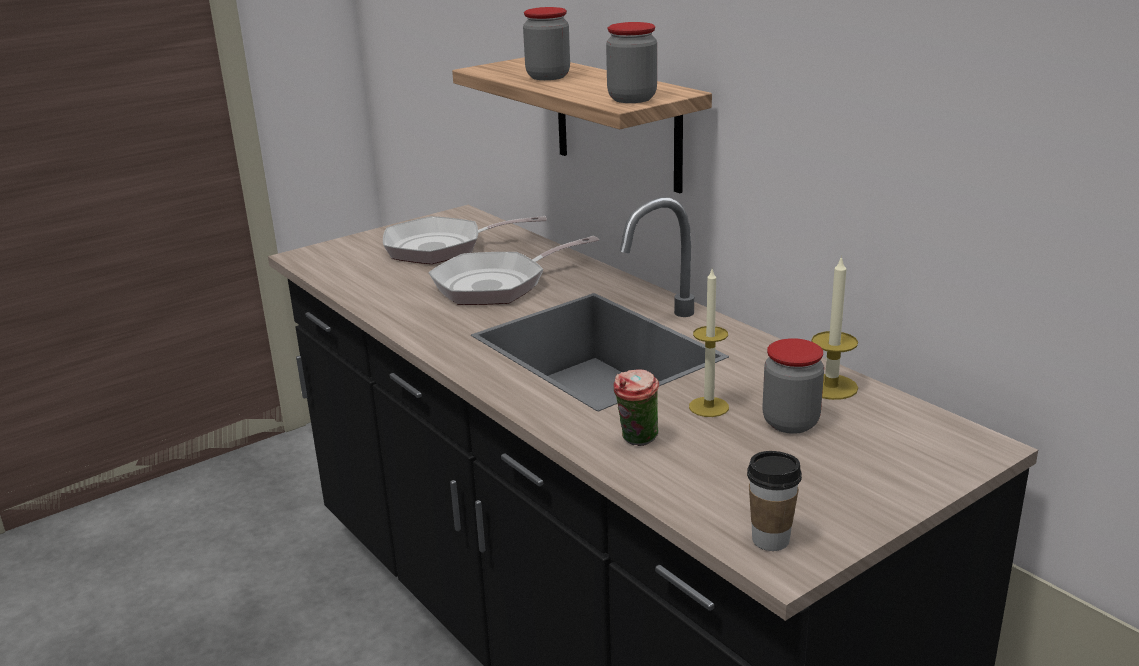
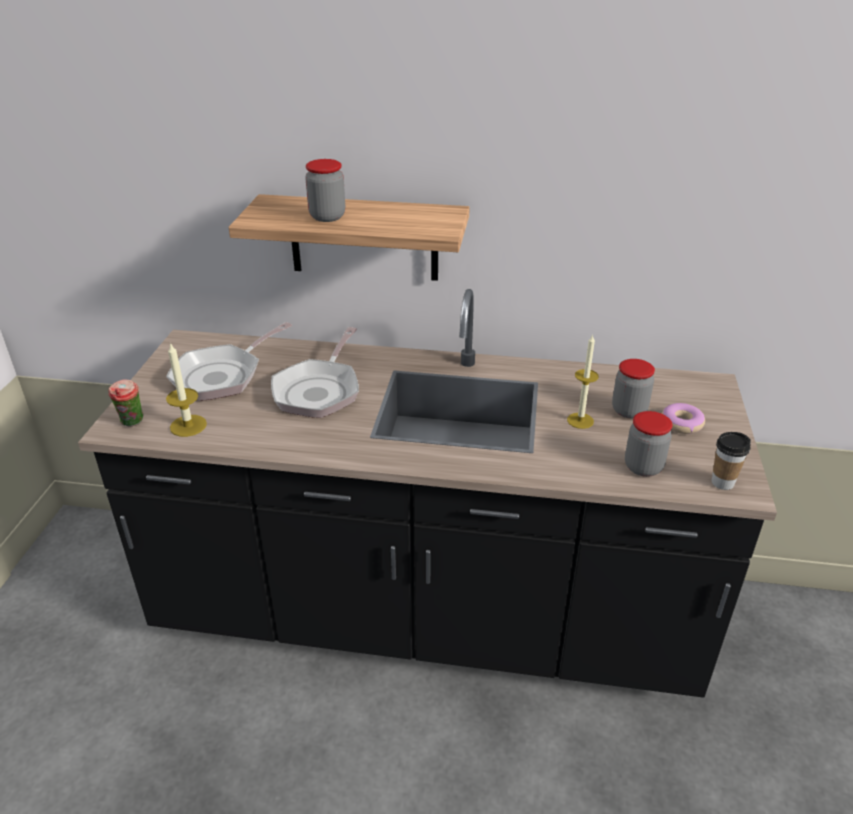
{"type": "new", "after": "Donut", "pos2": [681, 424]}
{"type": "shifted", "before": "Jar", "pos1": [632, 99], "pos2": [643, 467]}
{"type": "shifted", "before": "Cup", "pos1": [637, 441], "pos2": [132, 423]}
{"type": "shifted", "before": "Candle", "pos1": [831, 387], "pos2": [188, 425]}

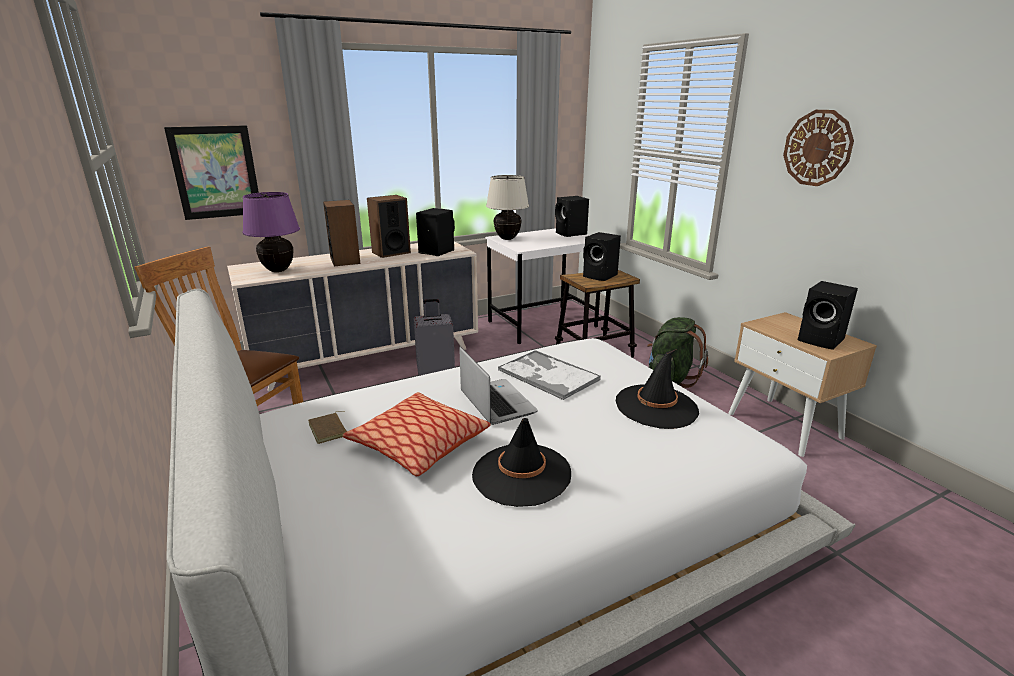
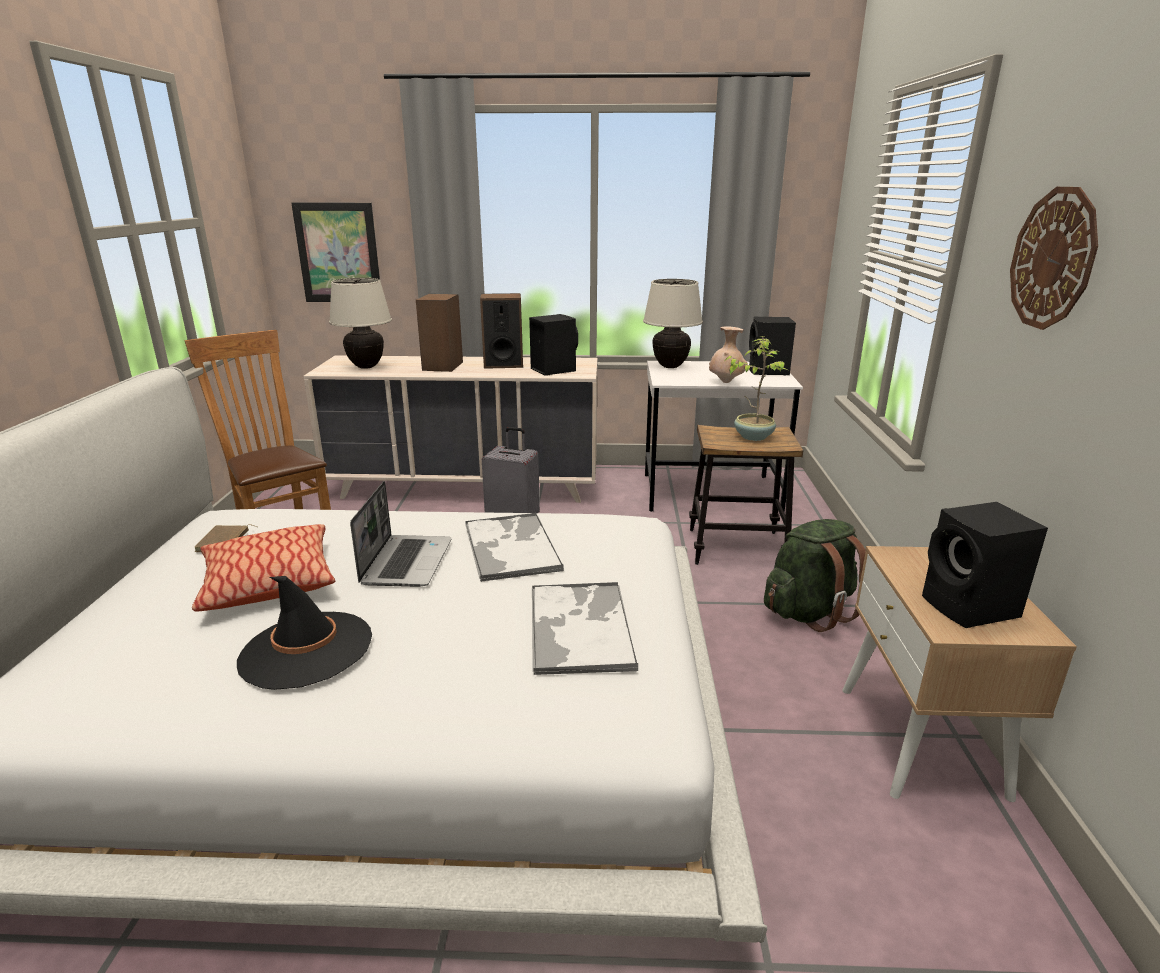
{"type": "new", "after": "BeigeVase", "pos2": [726, 382]}
{"type": "swapped", "before": "BlackSpeaker", "after": "PottedPlant", "pos1": [601, 276], "pos2": [753, 436]}
{"type": "swapped", "before": "BlackHat", "after": "Tray", "pos1": [656, 407], "pos2": [580, 627]}
{"type": "repainted", "before": "PurpleTableLamp", "after": "BeigeTableLamp", "pos1": [278, 270], "pos2": [366, 366]}

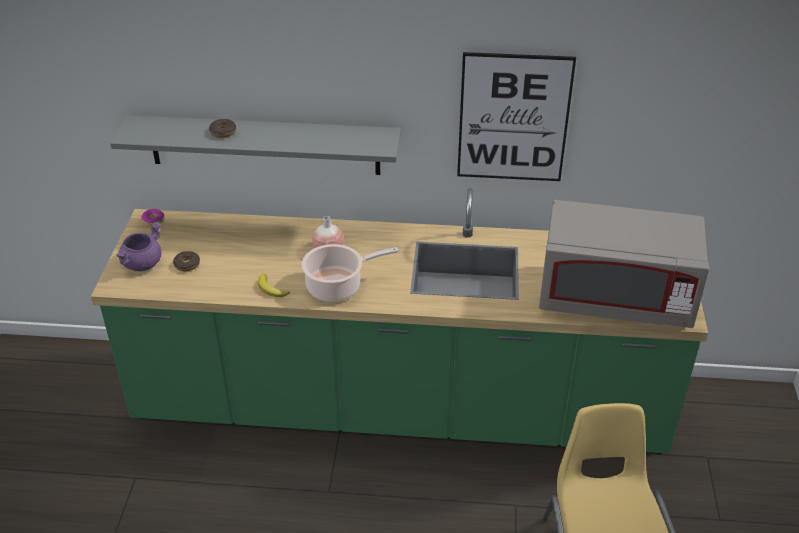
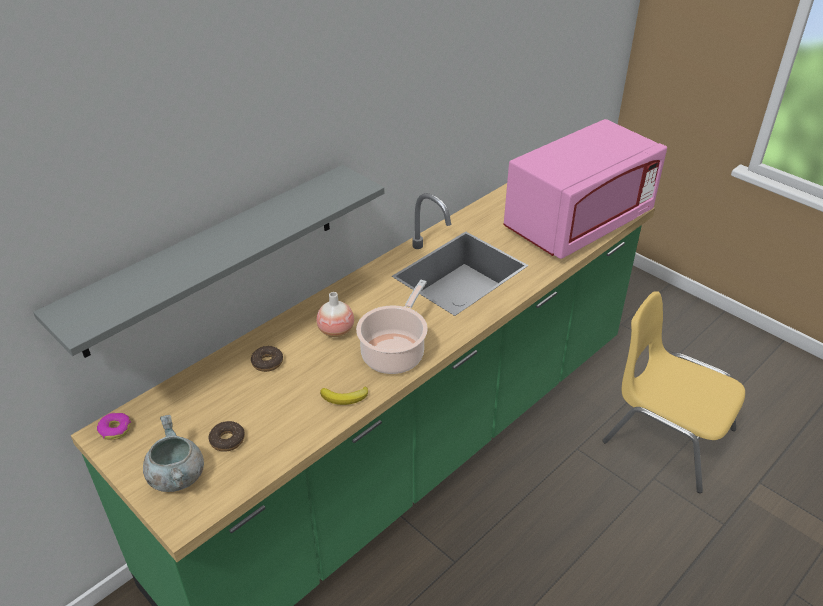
{"type": "gone", "before": "Picture", "pos1": [513, 118]}
{"type": "shifted", "before": "Donut", "pos1": [223, 132], "pos2": [267, 362]}
{"type": "repainted", "before": "PurpleCookingPot", "after": "GreyCookingPot", "pos1": [142, 263], "pos2": [176, 476]}
{"type": "repainted", "before": "GreyMicrowave", "after": "PinkMicrowave", "pos1": [615, 299], "pos2": [578, 223]}

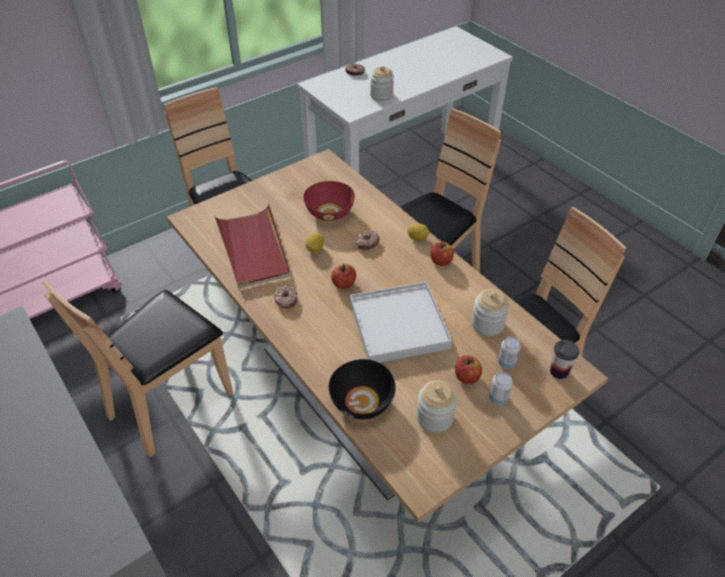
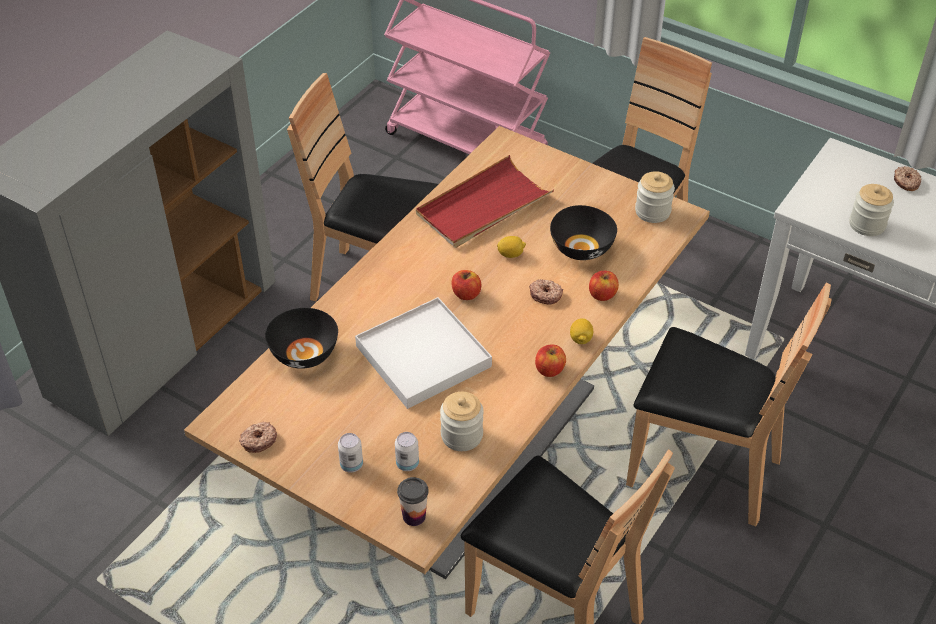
{"type": "shifted", "before": "Donut", "pos1": [285, 300], "pos2": [258, 440]}
{"type": "shifted", "before": "Jar", "pos1": [434, 417], "pos2": [652, 211]}
{"type": "shifted", "before": "Apple", "pos1": [466, 377], "pos2": [602, 295]}
{"type": "repainted", "before": "RedBowl", "after": "BlackBowl", "pos1": [330, 212], "pos2": [582, 248]}

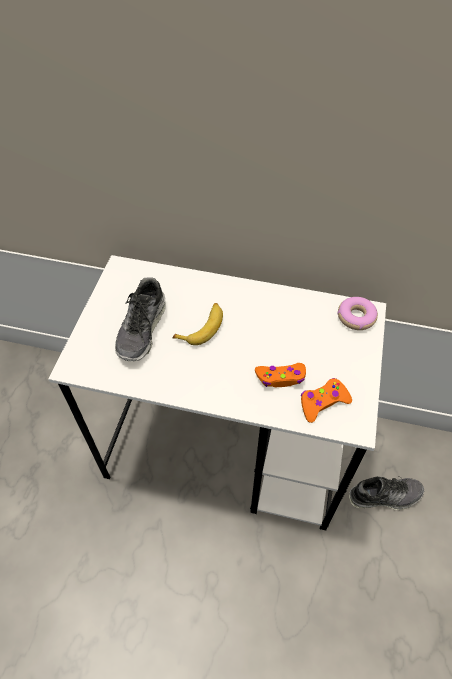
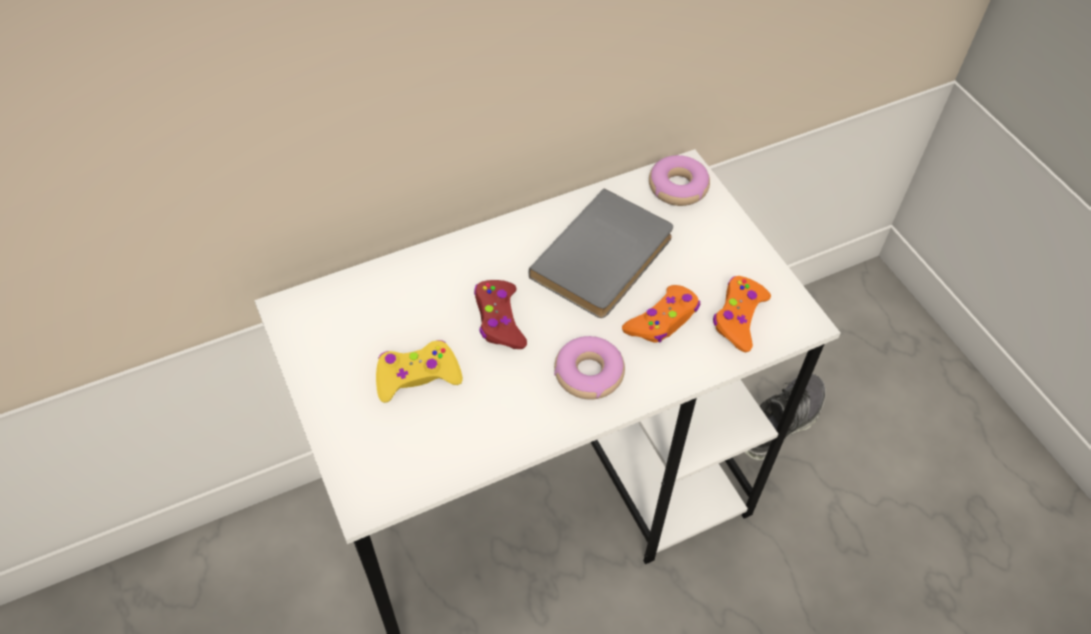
{"type": "new", "after": "GreyBook", "pos2": [606, 259]}
{"type": "new", "after": "Donut", "pos2": [589, 373]}
{"type": "swapped", "before": "Shoe", "after": "YellowGameController", "pos1": [142, 329], "pos2": [417, 376]}
{"type": "swapped", "before": "Banana", "after": "RedGameController", "pos1": [202, 327], "pos2": [499, 320]}

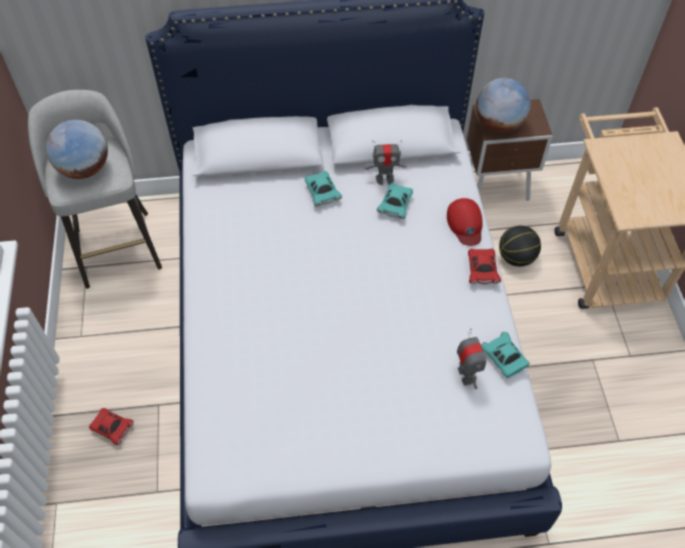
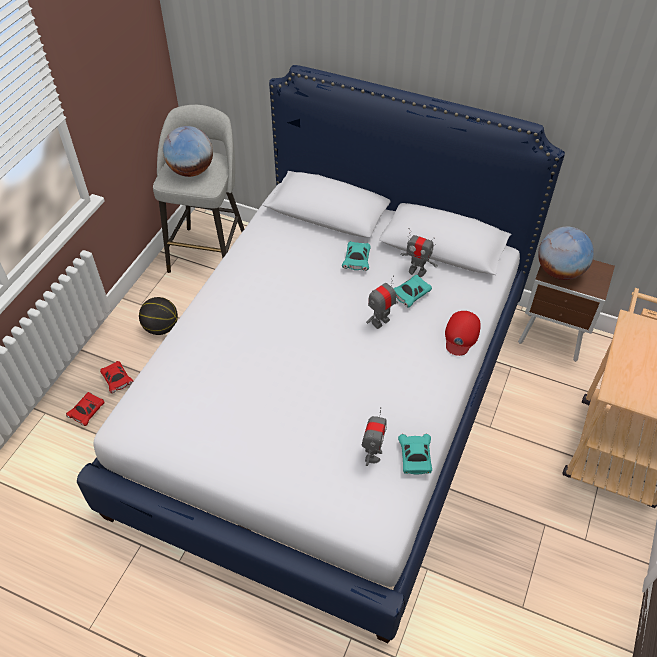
{"type": "new", "after": "ToyRobot", "pos2": [380, 321]}
{"type": "shifted", "before": "RedToyCar", "pos1": [482, 271], "pos2": [87, 412]}
{"type": "shifted", "before": "Basketball", "pos1": [516, 257], "pos2": [161, 327]}

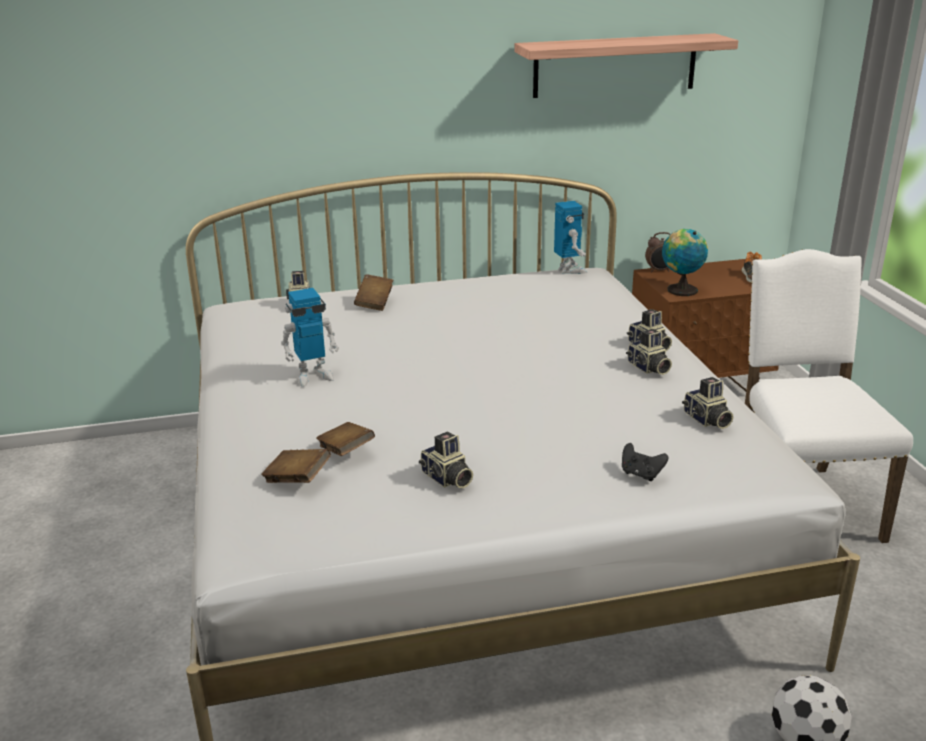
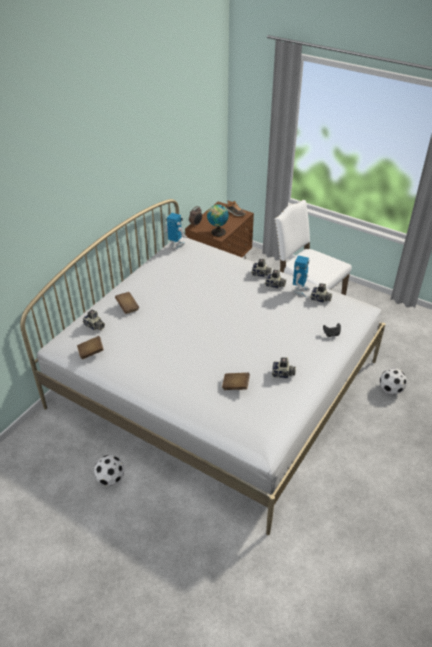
{"type": "gone", "before": "Shelf", "pos1": [615, 65]}
{"type": "new", "after": "Football", "pos2": [110, 478]}
{"type": "shifted", "before": "BrownBook", "pos1": [297, 479], "pos2": [91, 352]}
{"type": "shifted", "before": "ToyRobot", "pos1": [313, 376], "pos2": [300, 291]}

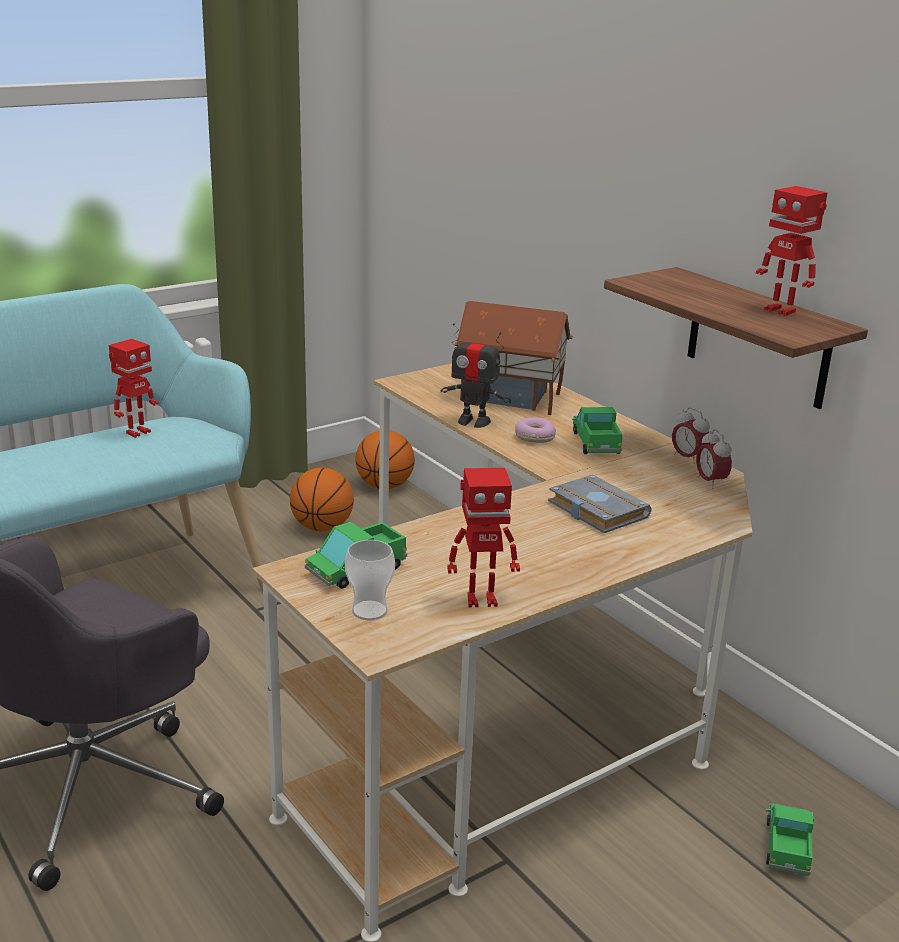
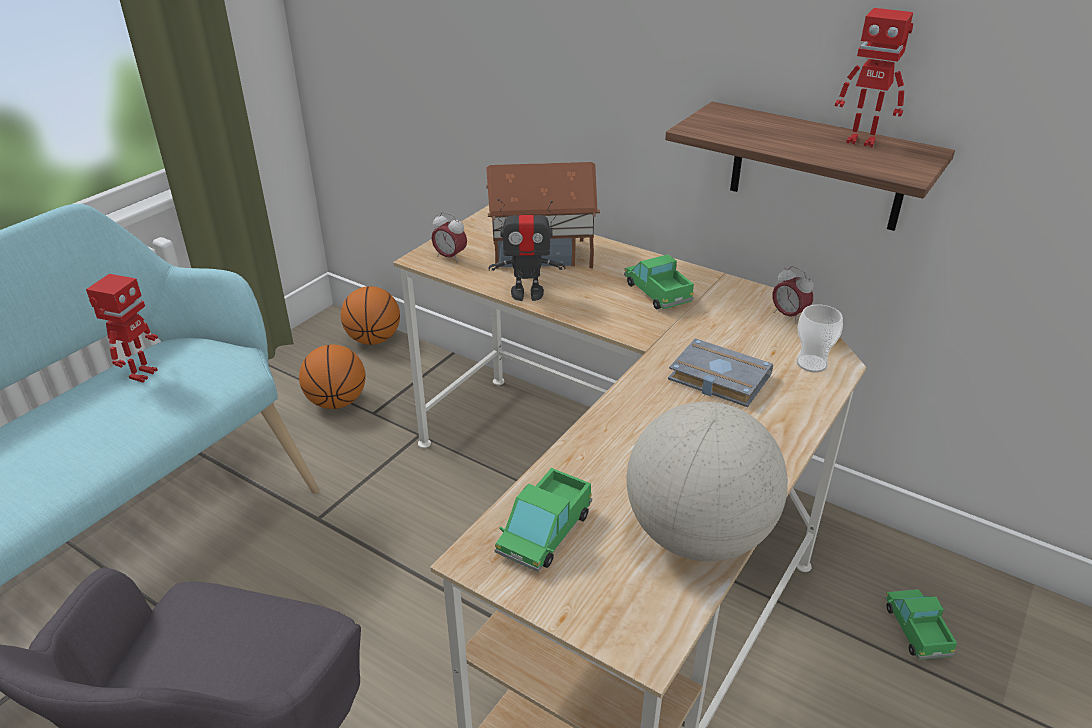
{"type": "gone", "before": "Donut", "pos1": [534, 437]}
{"type": "shifted", "before": "Cup", "pos1": [369, 611], "pos2": [811, 364]}
{"type": "shifted", "before": "AlarmClock", "pos1": [687, 458], "pos2": [450, 257]}
{"type": "swapped", "before": "ToyRobot", "after": "Globe", "pos1": [481, 599], "pos2": [697, 535]}

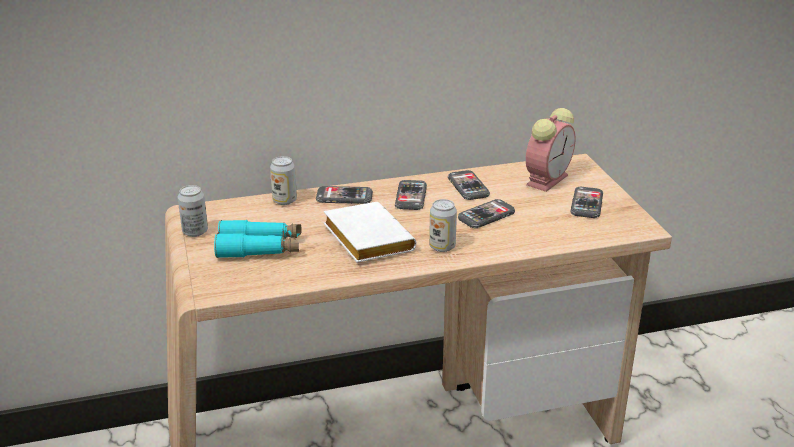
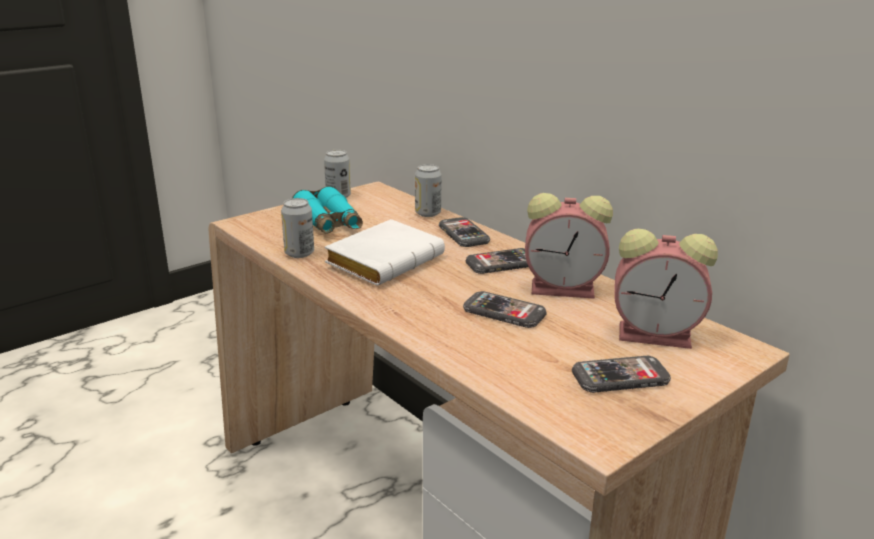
{"type": "shifted", "before": "Can", "pos1": [442, 247], "pos2": [299, 253]}
{"type": "swapped", "before": "Phone", "after": "AlarmClock", "pos1": [468, 187], "pos2": [565, 289]}

